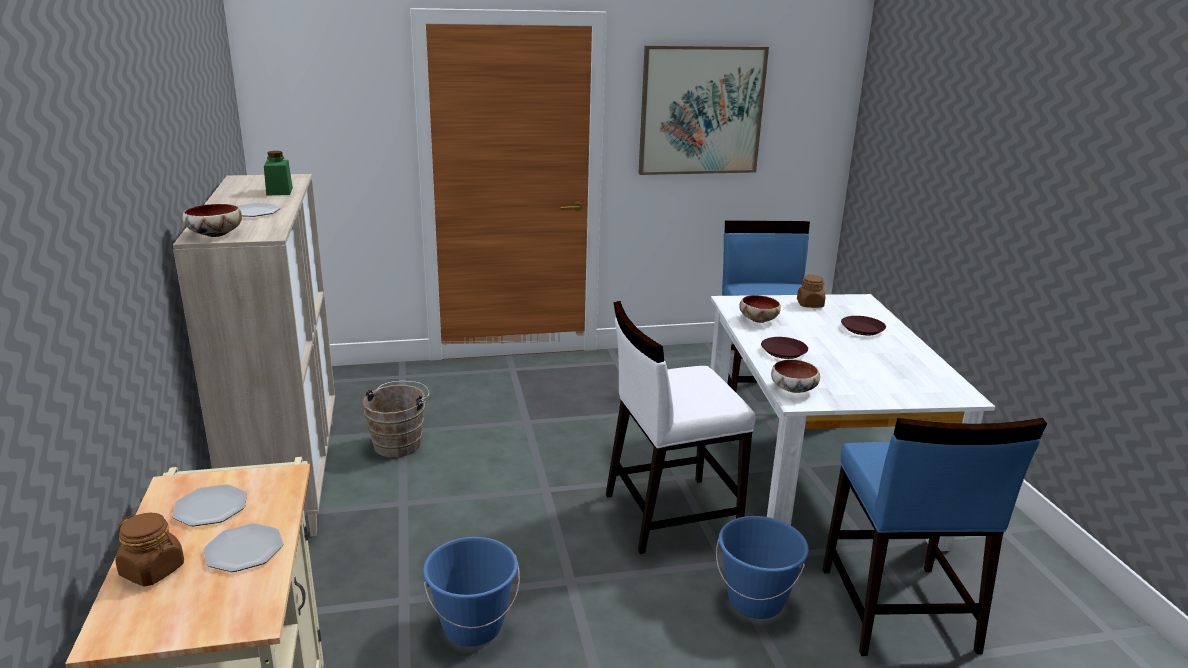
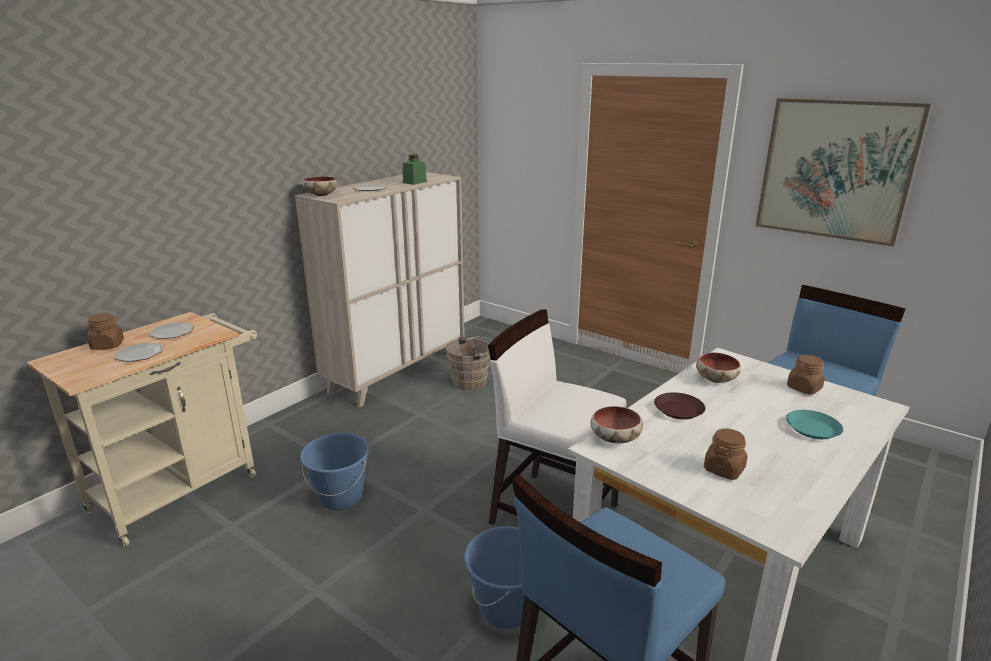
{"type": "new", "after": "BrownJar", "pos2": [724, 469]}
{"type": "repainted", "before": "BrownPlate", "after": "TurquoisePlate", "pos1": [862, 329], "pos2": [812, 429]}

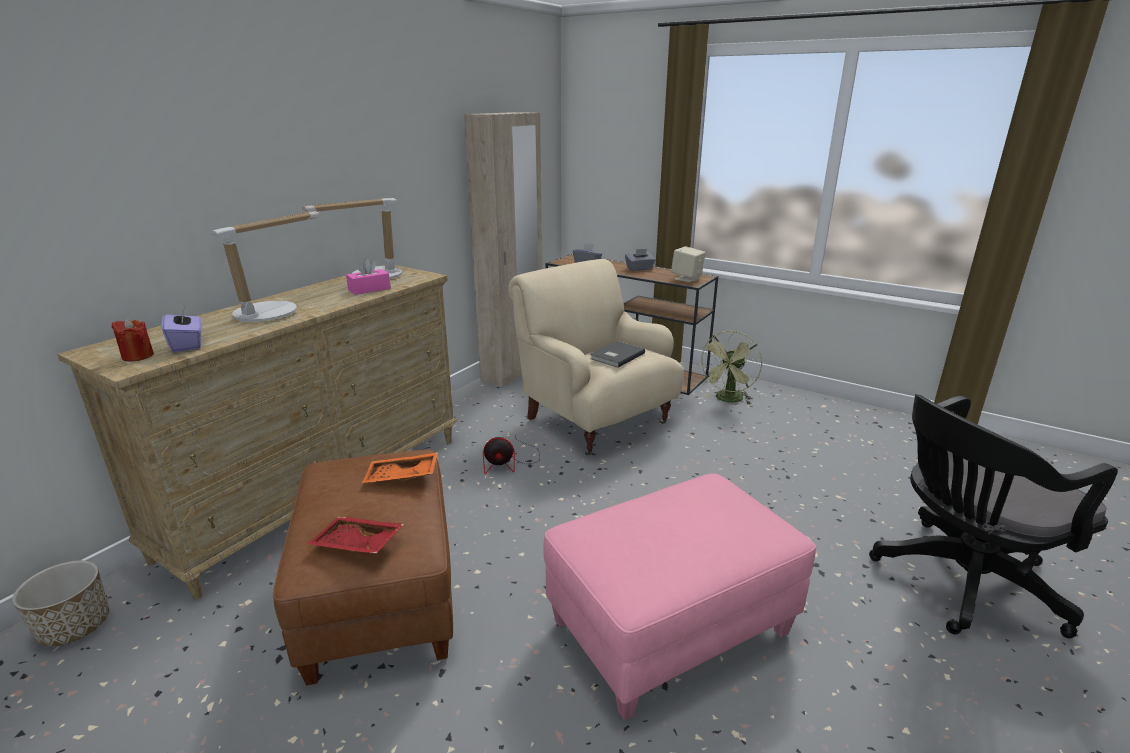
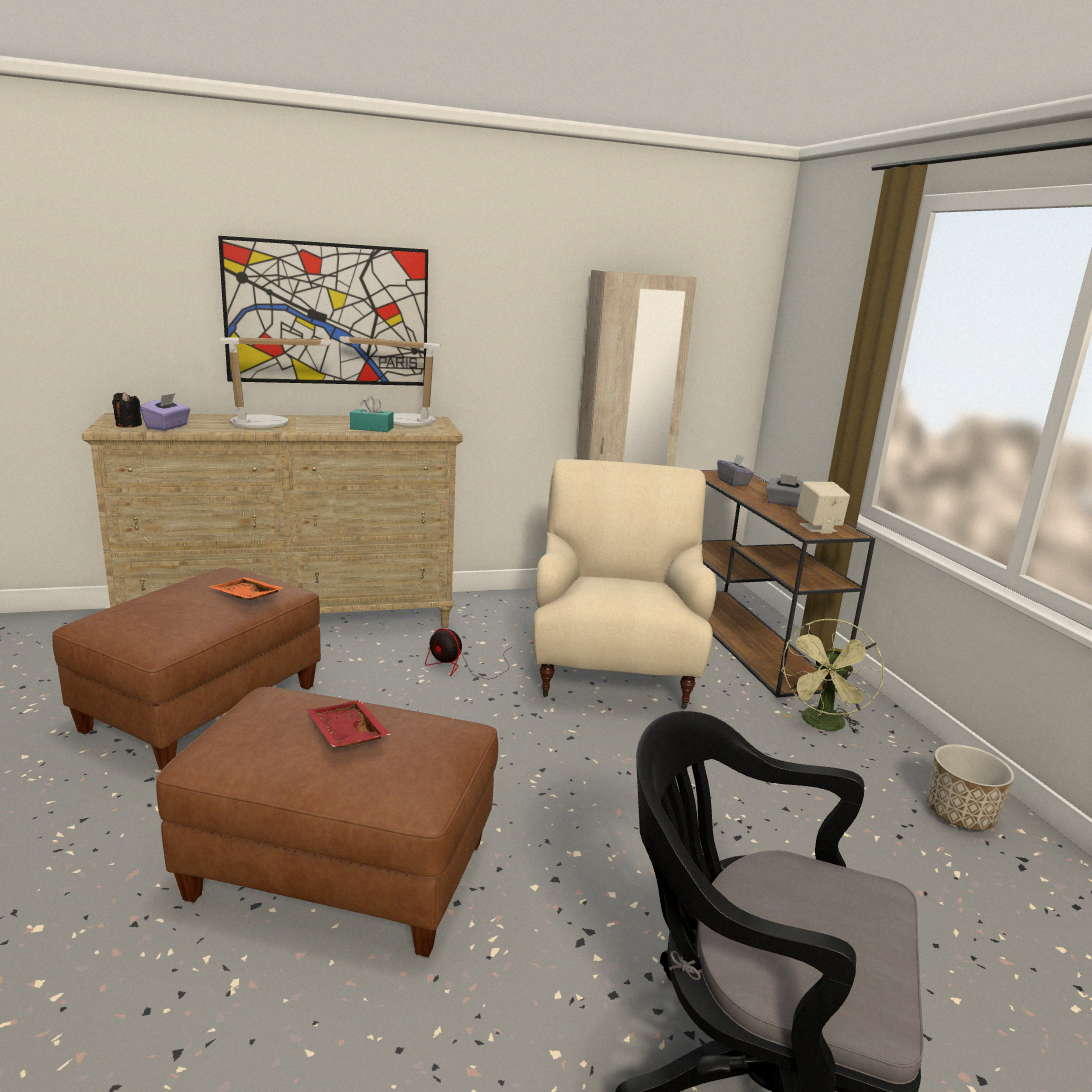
{"type": "gone", "before": "GreyBook", "pos1": [616, 356]}
{"type": "new", "after": "Picture", "pos2": [328, 314]}
{"type": "shifted", "before": "Planter", "pos1": [75, 626], "pos2": [960, 814]}
{"type": "shifted", "before": "RedTray", "pos1": [356, 545], "pos2": [345, 735]}
{"type": "repainted", "before": "RedCandle", "after": "BlackCandle", "pos1": [138, 356], "pos2": [128, 425]}
{"type": "repainted", "before": "PinkTissueBox", "after": "TurquoiseTissueBox", "pos1": [369, 289], "pos2": [371, 428]}
{"type": "repainted", "before": "PinkOttoman", "after": "BrownOttoman", "pos1": [670, 627], "pos2": [343, 871]}
{"type": "rotated", "before": "GreenFan", "pos1": [728, 400], "pos2": [822, 725], "turn": -45}

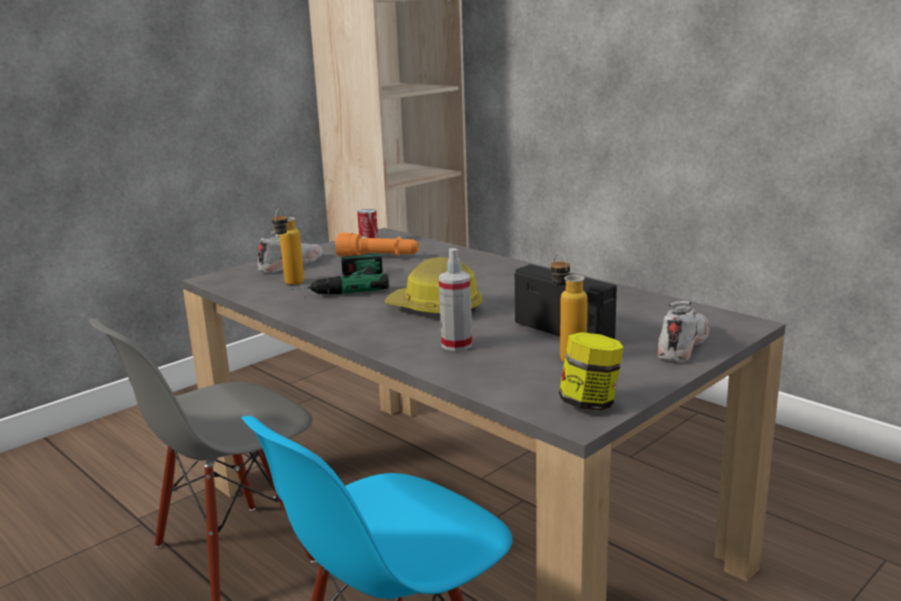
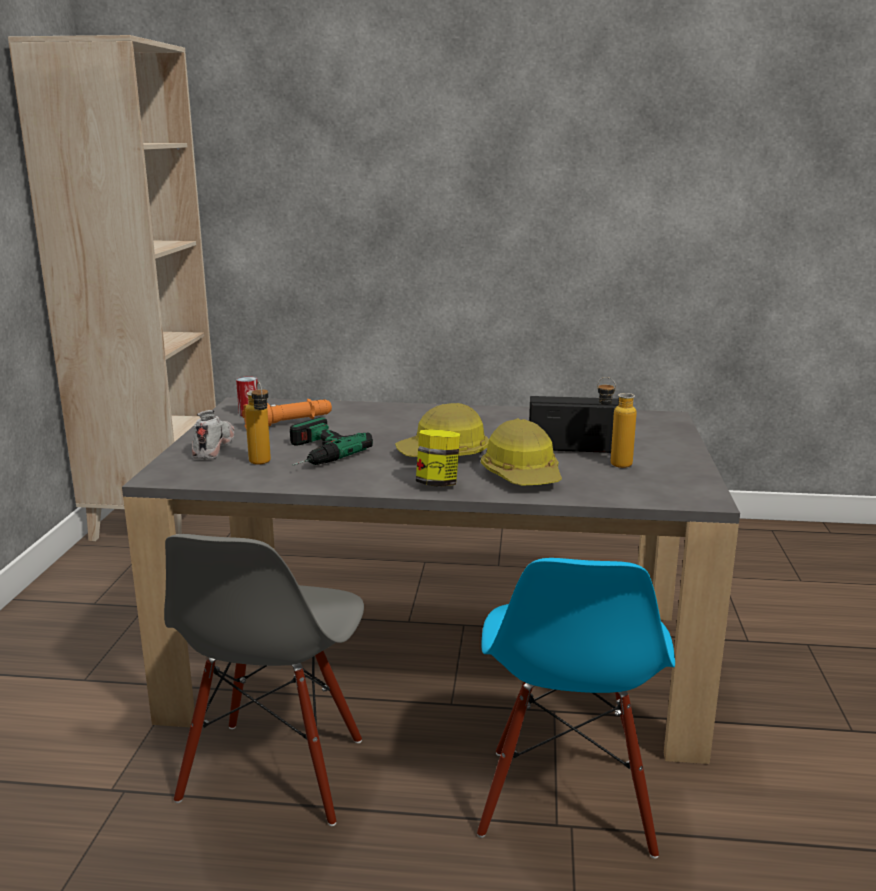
{"type": "gone", "before": "WhiteShoe", "pos1": [682, 345]}
{"type": "shifted", "before": "Jar", "pos1": [590, 403], "pos2": [438, 484]}
{"type": "swapped", "before": "SprayBottle", "after": "HardHat", "pos1": [456, 345], "pos2": [523, 475]}

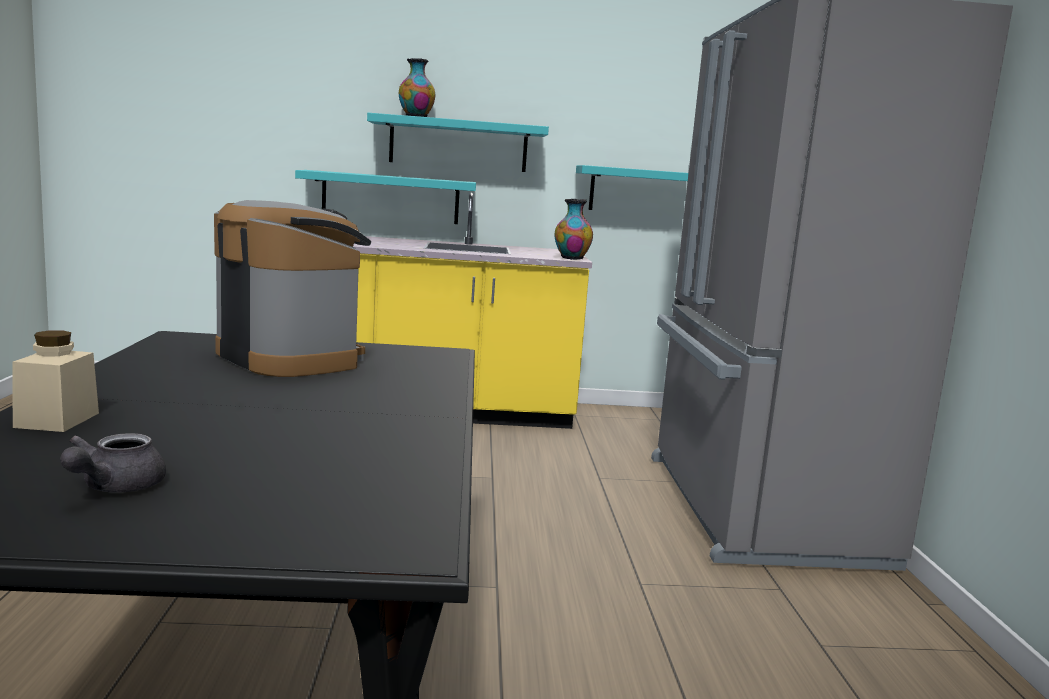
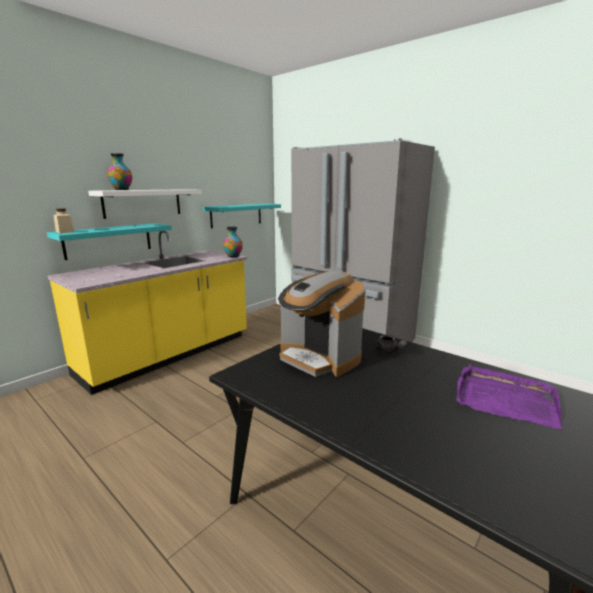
{"type": "new", "after": "PurpleTray", "pos2": [504, 398]}
{"type": "shifted", "before": "BeigeJar", "pos1": [57, 420], "pos2": [65, 231]}
{"type": "shifted", "before": "GreyTeapot", "pos1": [114, 487], "pos2": [388, 352]}
{"type": "repainted", "before": "TurquoiseShelf", "after": "WhiteShelf", "pos1": [458, 144], "pos2": [143, 203]}
{"type": "rotated", "before": "CoffeeMachine", "pos1": [291, 358], "pos2": [319, 358], "turn": -135}

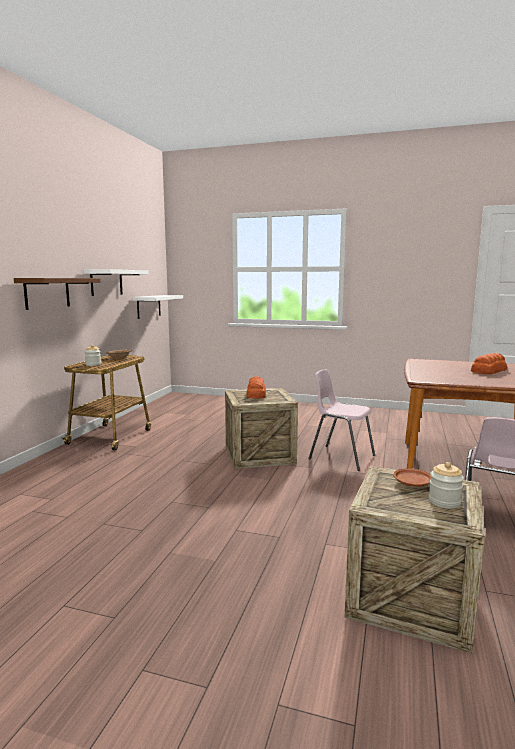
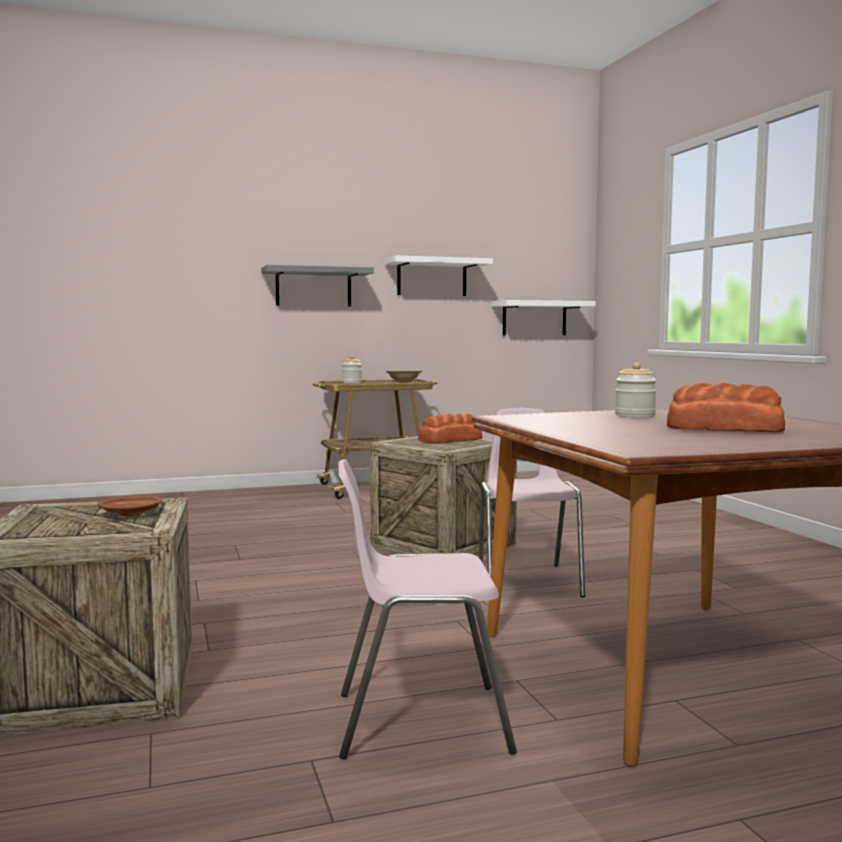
{"type": "shifted", "before": "Jar", "pos1": [444, 501], "pos2": [635, 415]}
{"type": "repainted", "before": "BrownShelf", "after": "GreyShelf", "pos1": [47, 293], "pos2": [313, 287]}

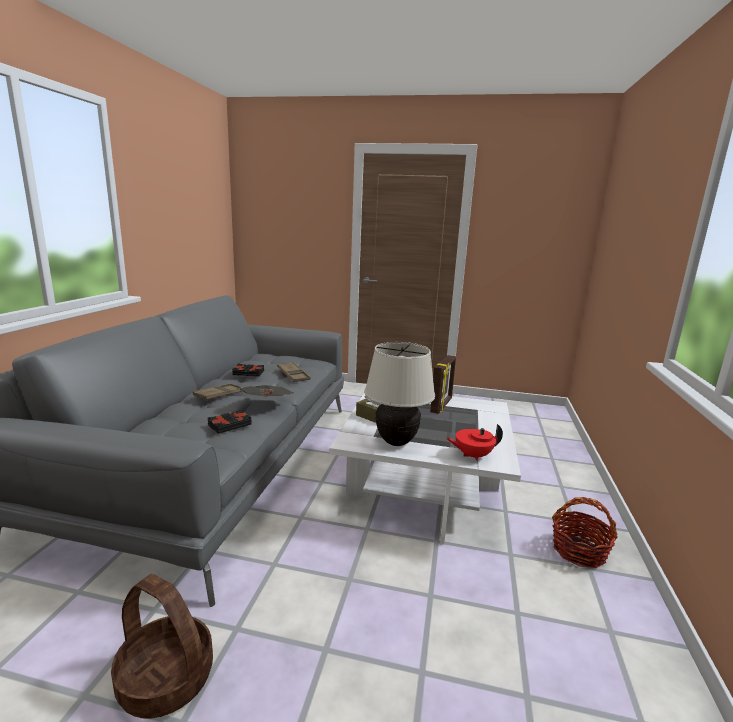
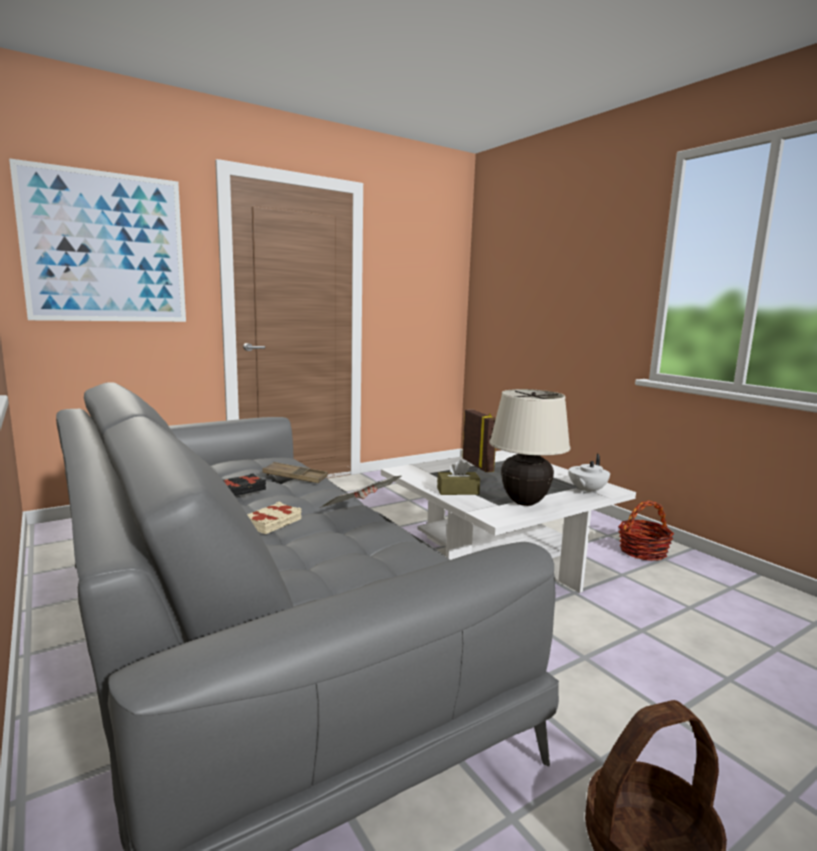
{"type": "gone", "before": "BlackBook", "pos1": [229, 425]}
{"type": "new", "after": "Picture", "pos2": [106, 248]}
{"type": "swapped", "before": "BrownTray", "after": "BeigeBook", "pos1": [219, 395], "pos2": [273, 523]}
{"type": "repainted", "before": "RedTeapot", "after": "WhiteTeapot", "pos1": [472, 455], "pos2": [586, 491]}

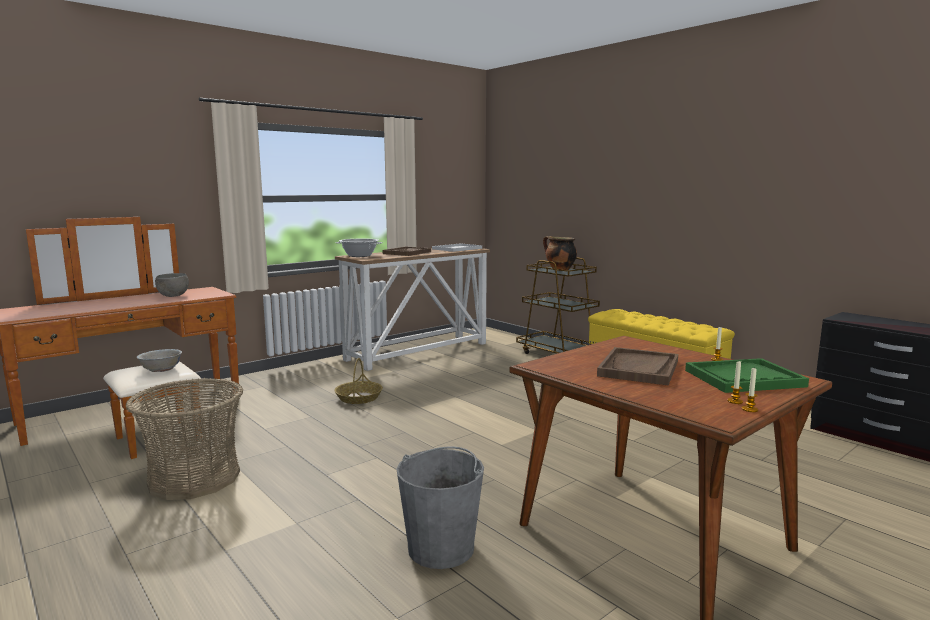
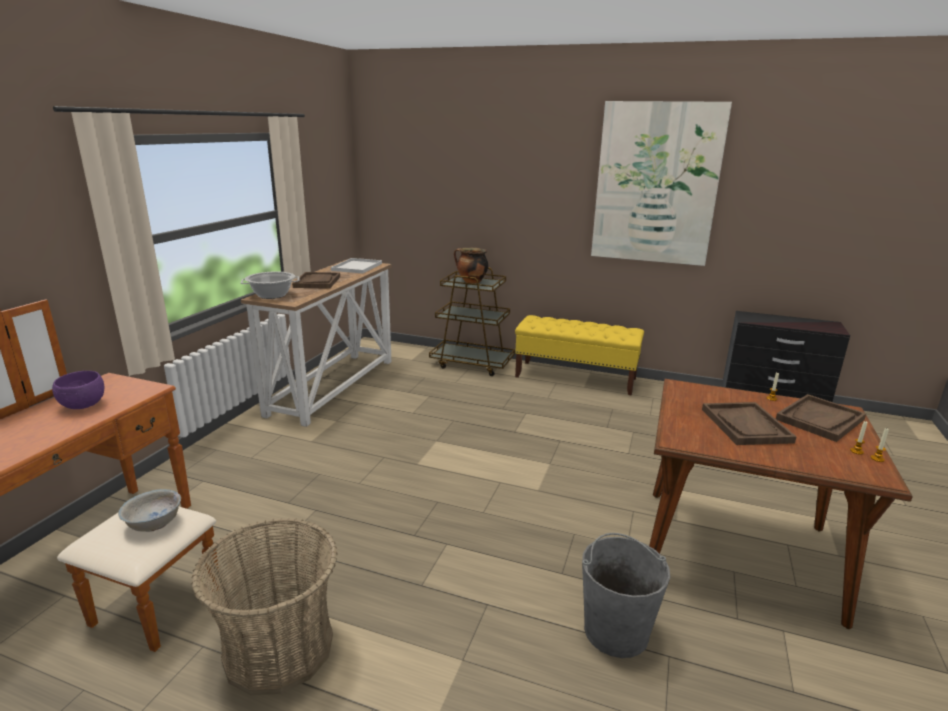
{"type": "gone", "before": "Basket", "pos1": [358, 398]}
{"type": "new", "after": "Picture", "pos2": [656, 184]}
{"type": "repainted", "before": "GreyBowl", "after": "PurpleBowl", "pos1": [173, 296], "pos2": [82, 405]}
{"type": "repainted", "before": "GreenTray", "after": "BrownTray", "pos1": [743, 378], "pos2": [820, 419]}

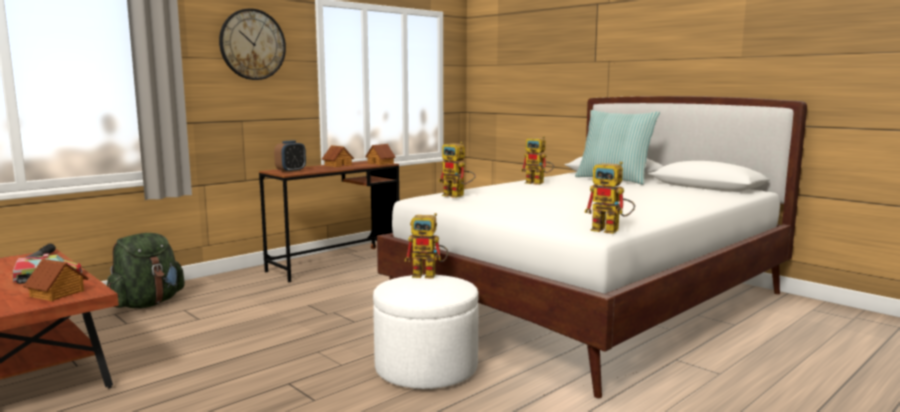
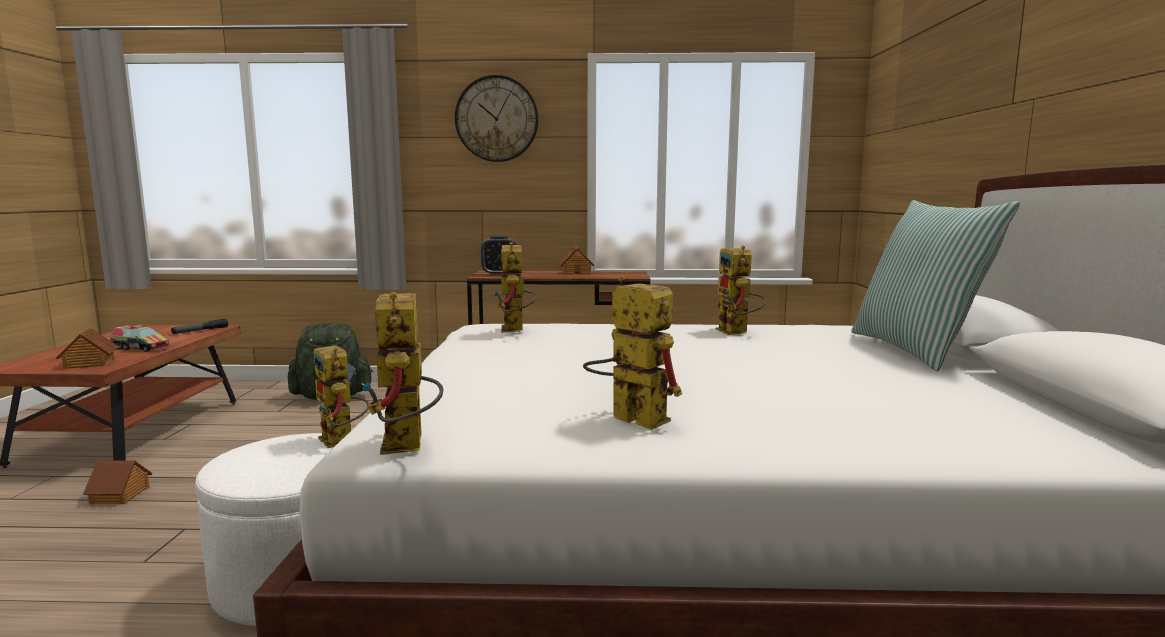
{"type": "new", "after": "ToyRobot", "pos2": [628, 418]}
{"type": "shifted", "before": "ToyHouse", "pos1": [380, 163], "pos2": [121, 495]}

